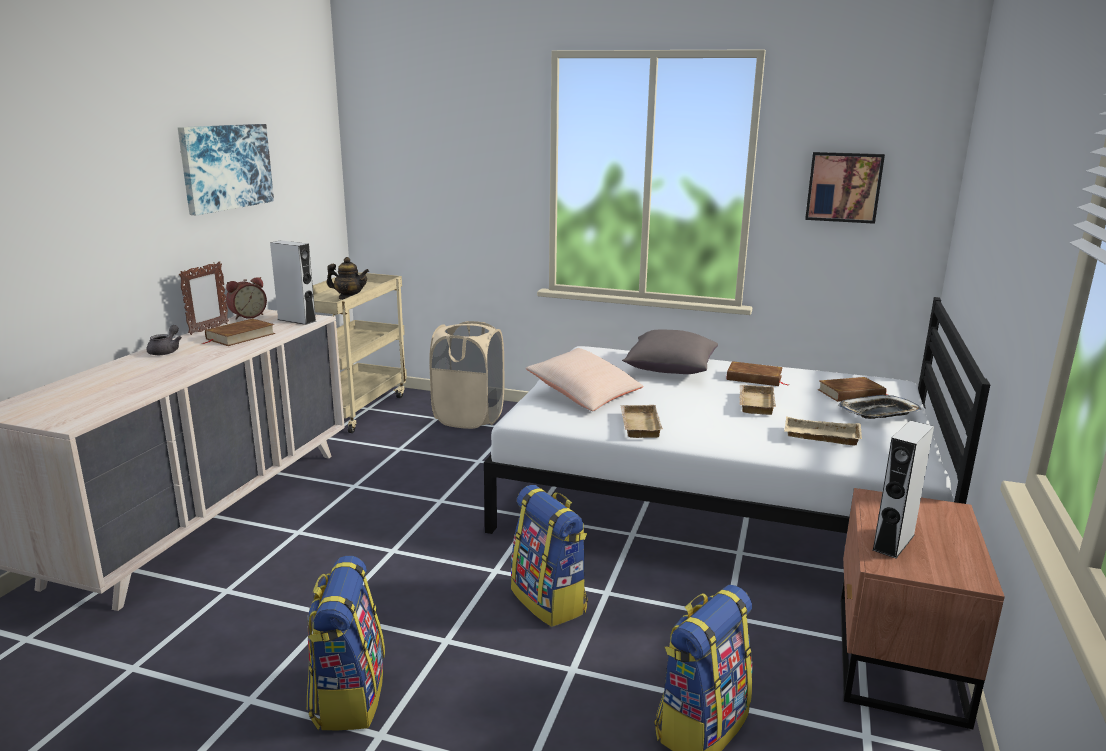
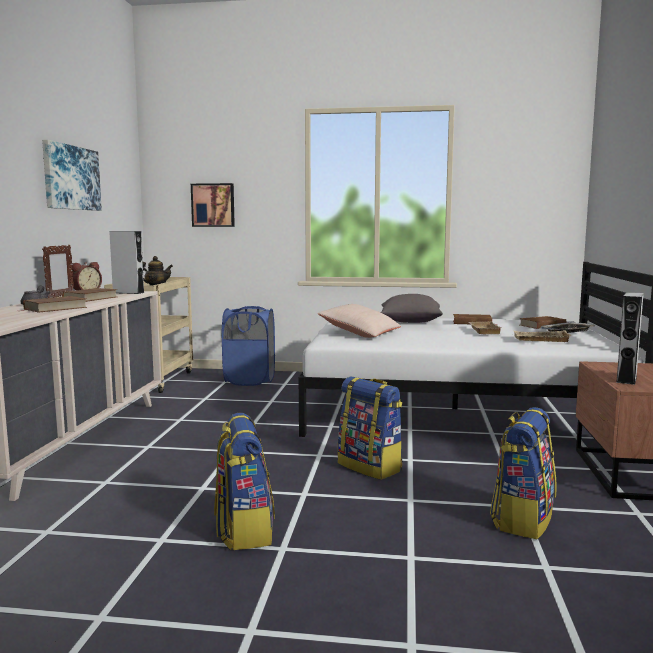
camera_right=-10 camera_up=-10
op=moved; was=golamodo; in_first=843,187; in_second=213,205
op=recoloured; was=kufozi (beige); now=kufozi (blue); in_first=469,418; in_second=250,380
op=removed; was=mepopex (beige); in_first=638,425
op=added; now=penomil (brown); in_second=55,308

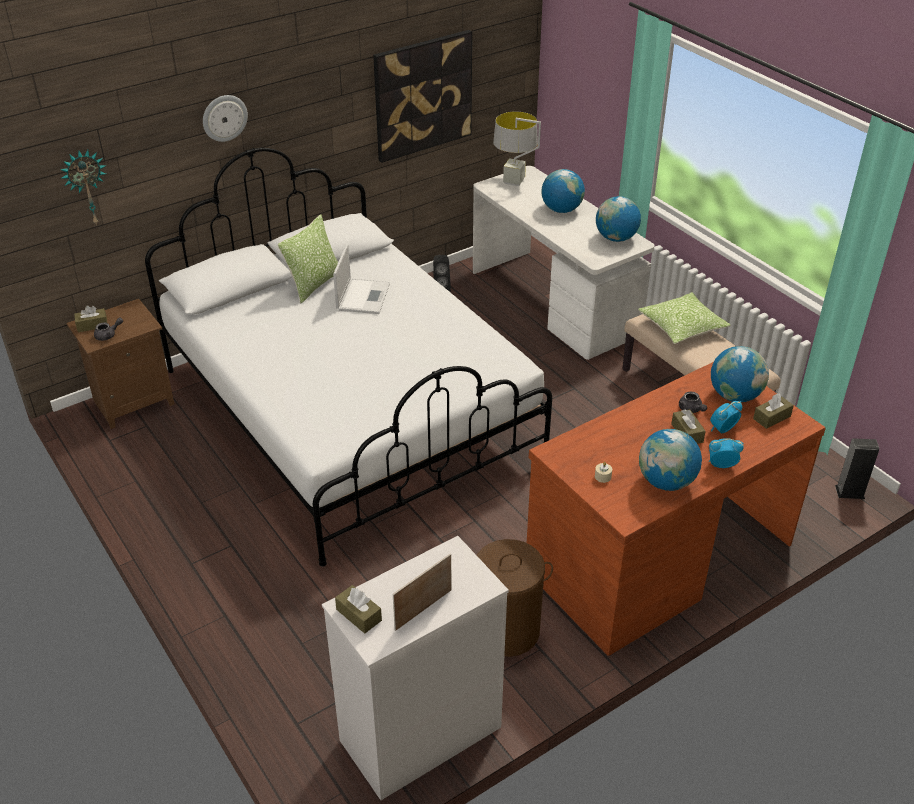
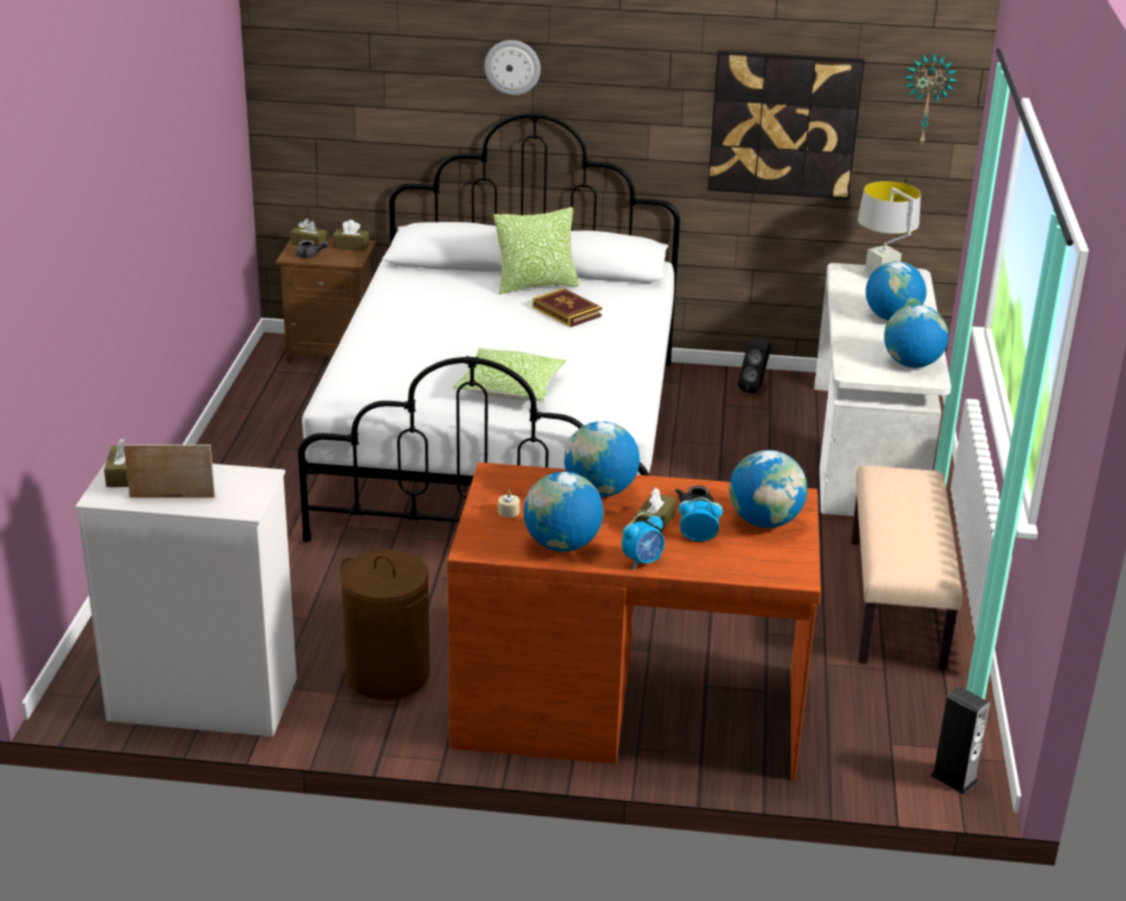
camera_right=40 camera_up=-10
op=moved; was=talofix; in_first=86,187; in_second=927,98
op=replaced; was=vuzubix; now=penomil; in_first=363,296; in_second=566,311
op=moved; was=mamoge; in_first=682,327; in_second=510,389
op=moved; was=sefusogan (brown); in_first=771,417; in_second=351,246
op=turned; was=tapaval; in_first=721,465; in_second=643,561; clockwise=105
op=added; now=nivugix; in_second=600,491

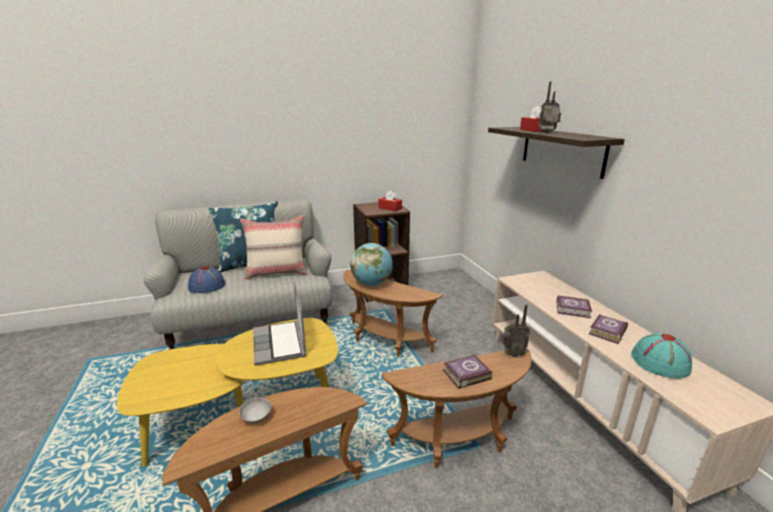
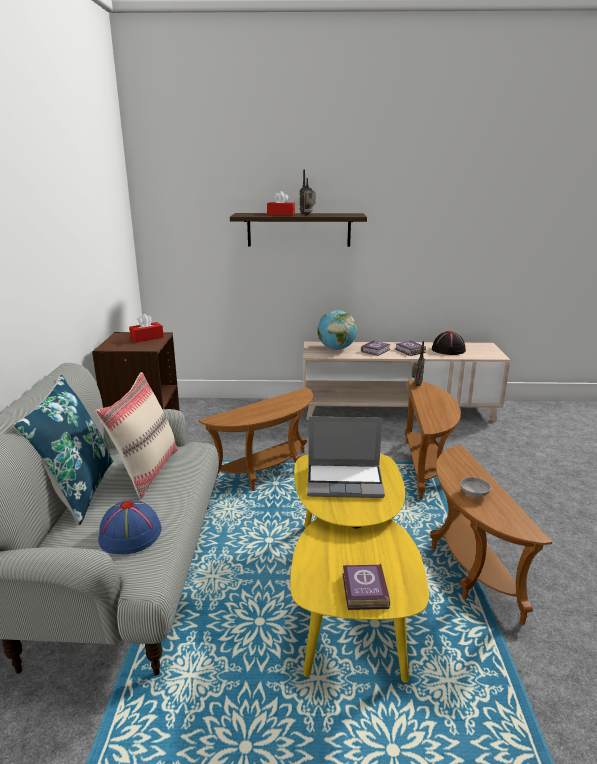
camera_right=-70 camera_up=0
op=moved; was=nivugix; in_first=371,283; in_second=336,349
op=recoloured; was=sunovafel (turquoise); now=sunovafel (black); in_first=660,363; in_second=448,350
op=moved; was=penomil; in_first=465,374; in_second=364,591

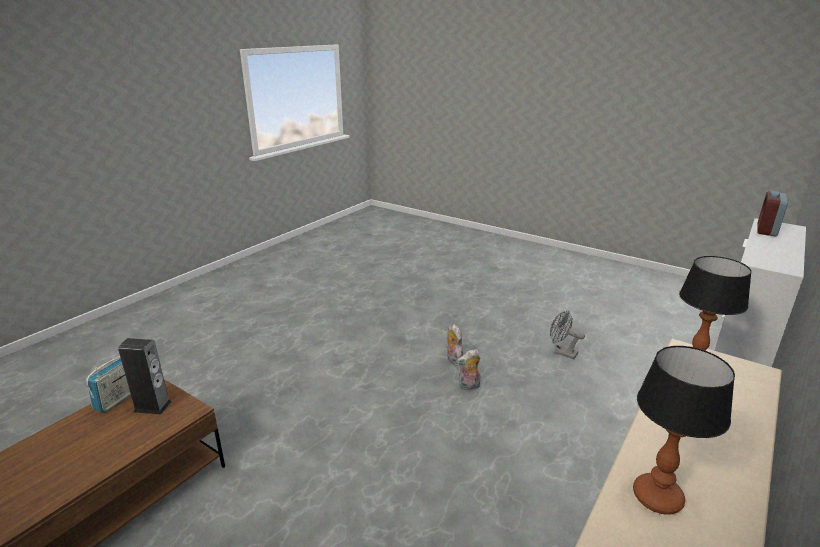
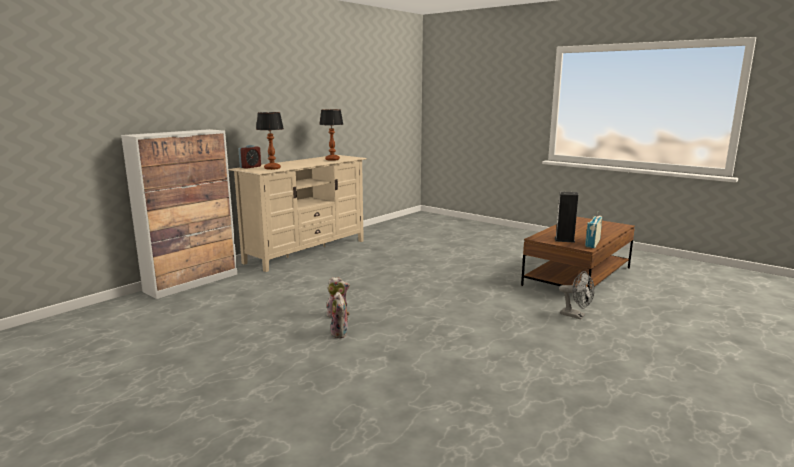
camera_right=-175 camera_up=-10
op=moved; was=tapaval; in_first=766,230; in_second=250,167
op=moved; was=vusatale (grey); in_first=561,352; in_second=576,316

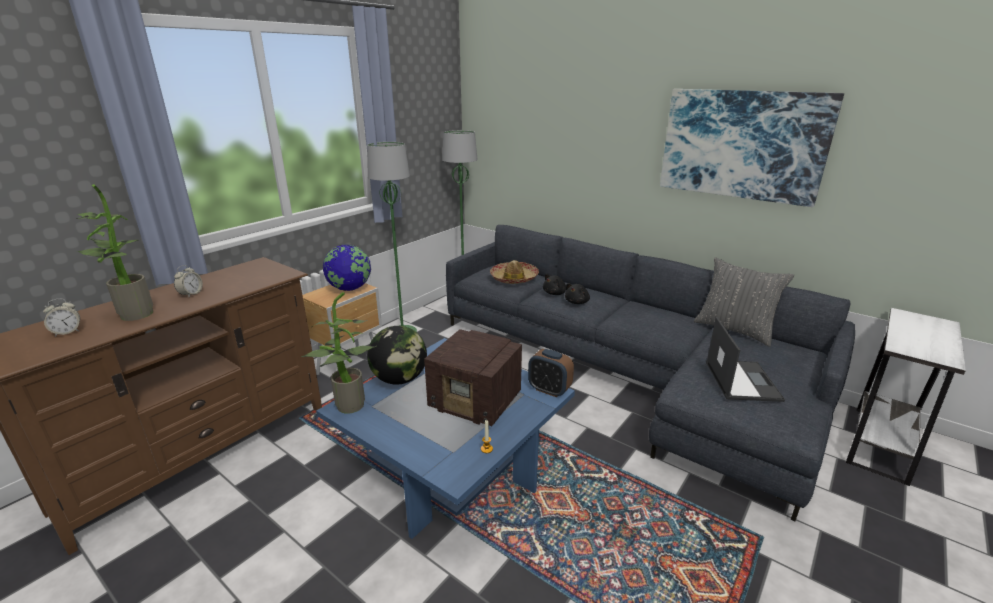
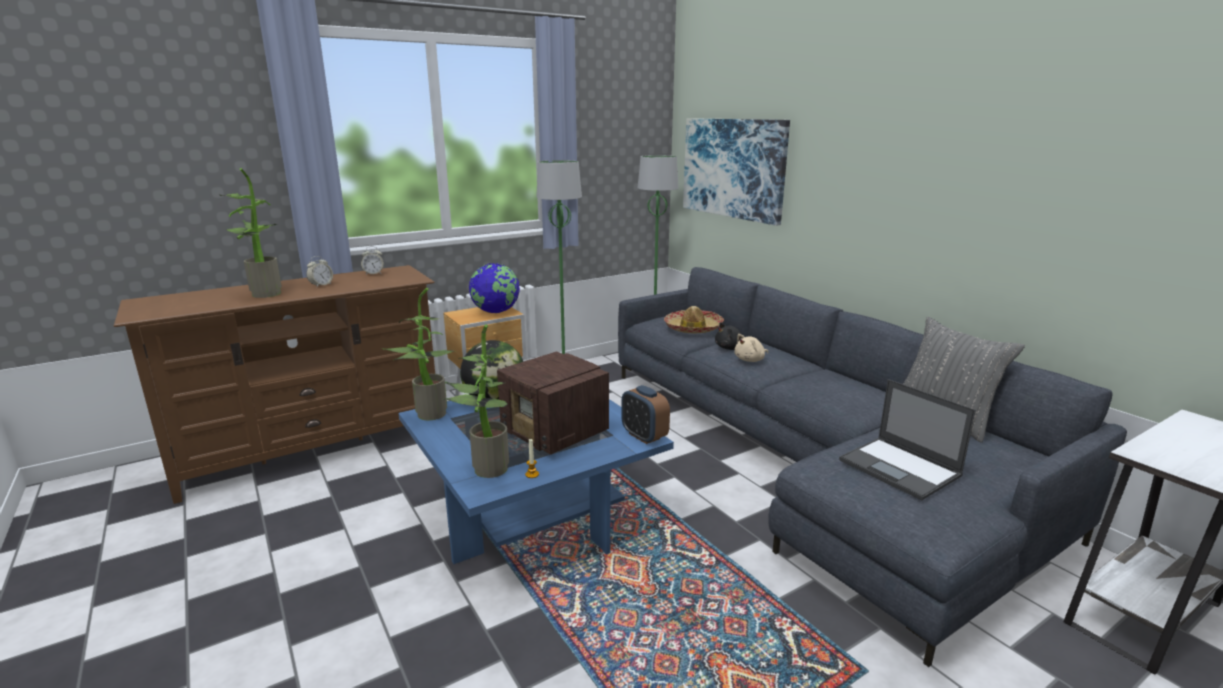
camera_right=20 camera_up=-5
op=moved; was=golamodo; in_first=742,145; in_second=733,168
op=recoloured; was=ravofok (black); now=ravofok (beige); in_first=577,302; in_second=750,360
op=moved; was=tapaval; in_first=67,332; in_second=374,274
op=turned; was=vuzubix; in_first=741,380; in_second=900,468; clockwise=120
op=added; now=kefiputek; in_second=485,469

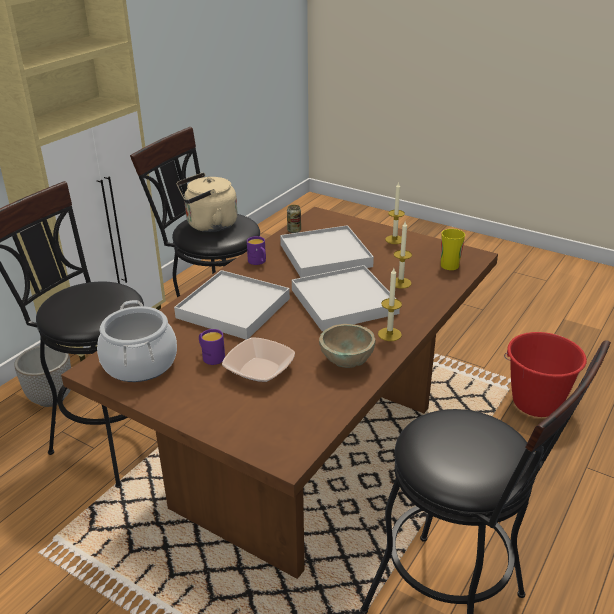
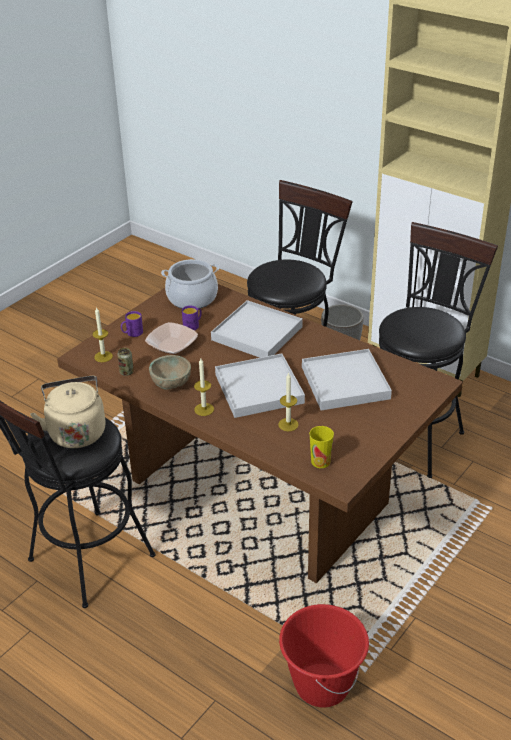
camera_right=95 camera_up=5
op=moved; was=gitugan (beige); in_first=208,225; in_second=76,431
op=moved; was=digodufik; in_first=394,239; in_second=103,356
op=moved; was=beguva; in_first=294,230; in_second=126,372
op=moved; was=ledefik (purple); in_first=258,262; in_second=132,333

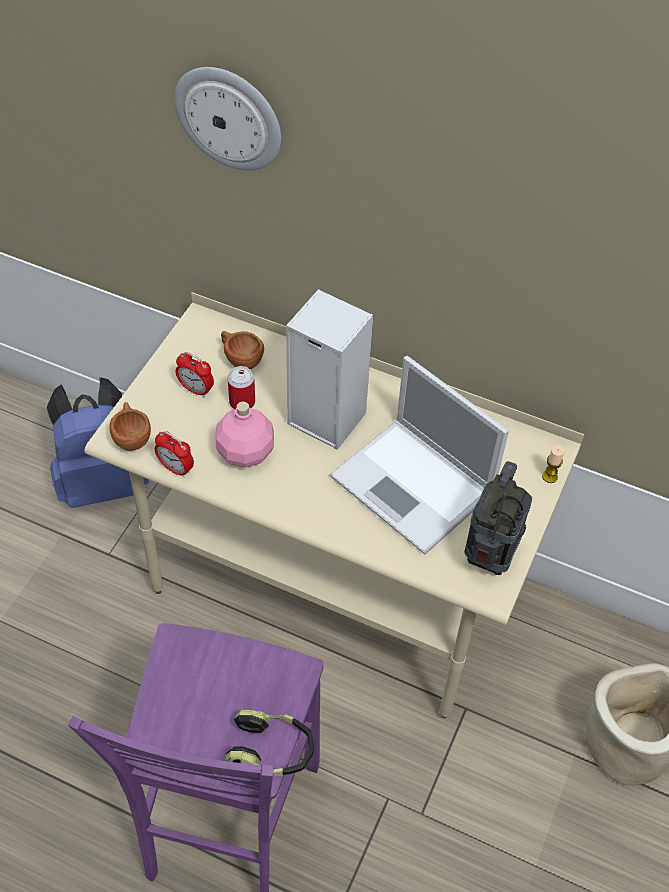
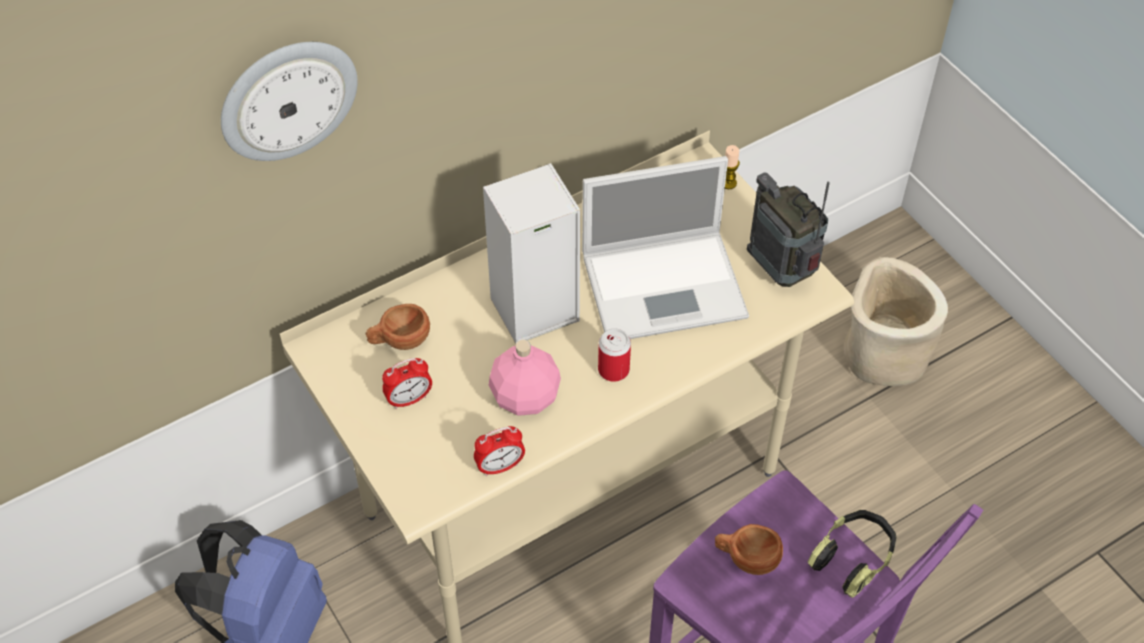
camera_right=-55 camera_up=0
op=moved; was=beguva; in_first=242,402; in_second=613,370
op=moved; was=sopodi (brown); in_first=131,436; in_second=746,559

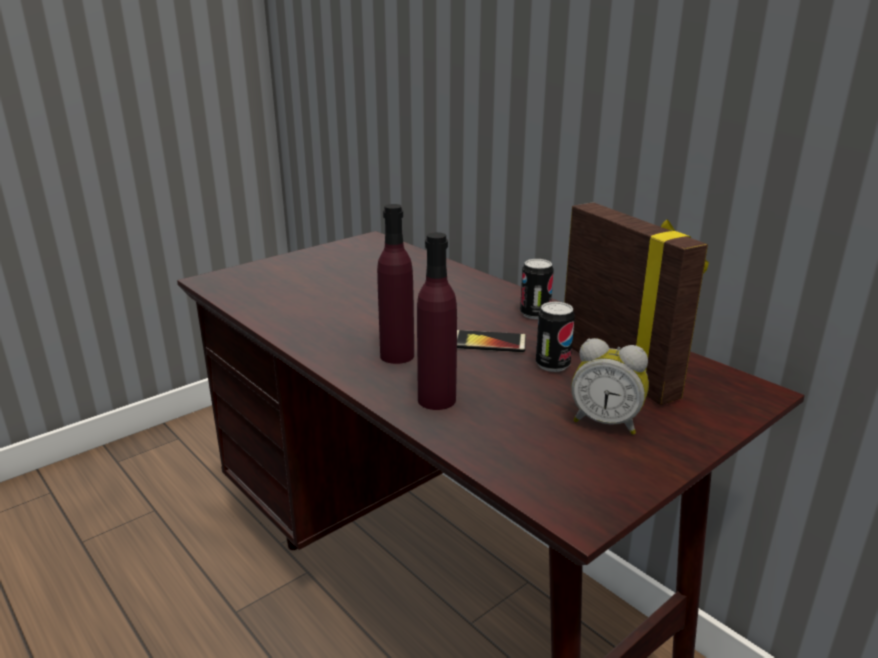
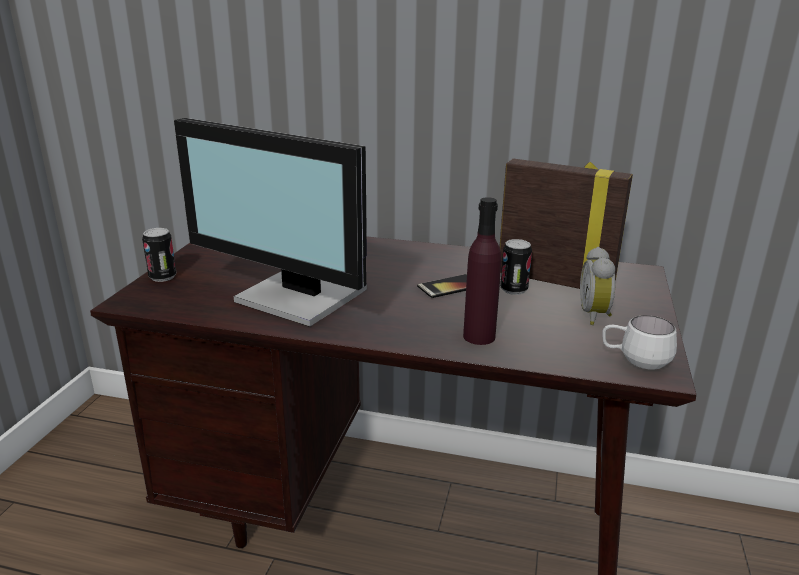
camera_right=-35 camera_up=0
op=removed; was=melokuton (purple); in_first=397,355
op=moved; was=beguva; in_first=535,314; in_second=163,277
op=turned; was=tapaval; in_first=606,422; in_second=596,315; clockwise=105
op=added; now=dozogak; in_second=299,298
op=added; now=ledefik (white); in_second=635,361

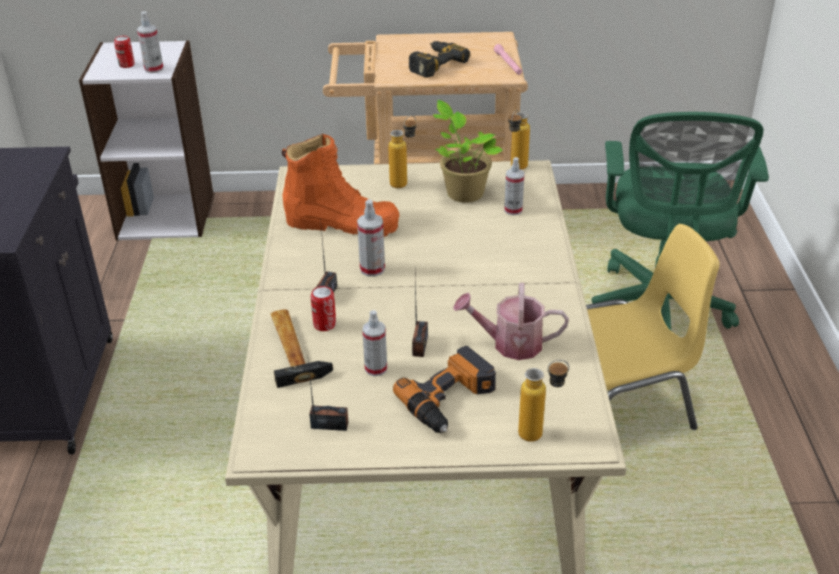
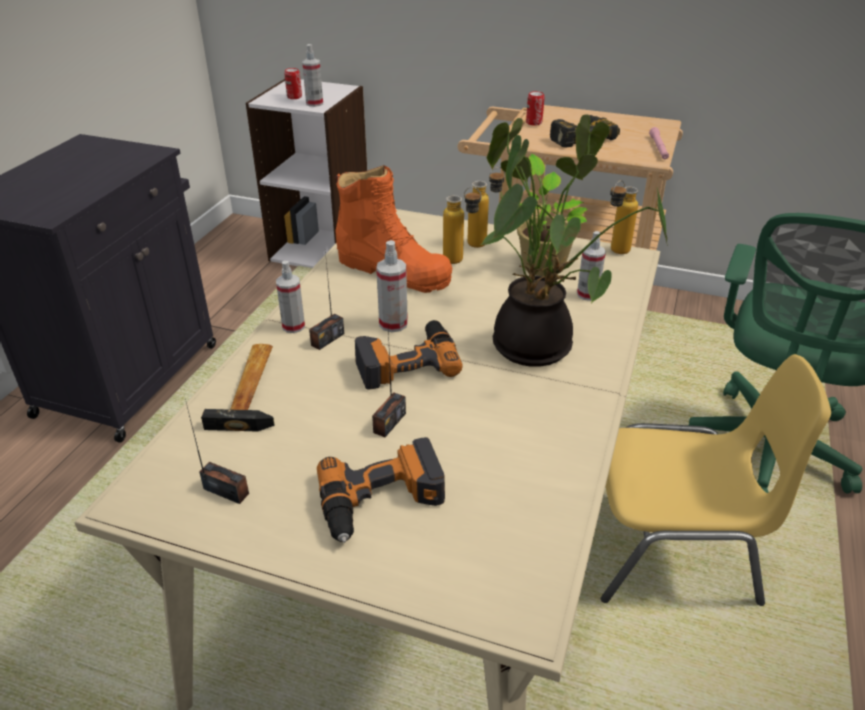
camera_right=20 camera_up=0
op=removed; was=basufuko; in_first=510,344
op=moved; was=beguva; in_first=324,324; in_second=534,122
op=moved; was=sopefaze; in_first=376,368; in_second=293,326
op=moved; was=melokuton; in_first=540,434; in_second=461,261
op=added; now=kefiputek; in_second=539,346
op=added; now=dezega; in_second=406,361

